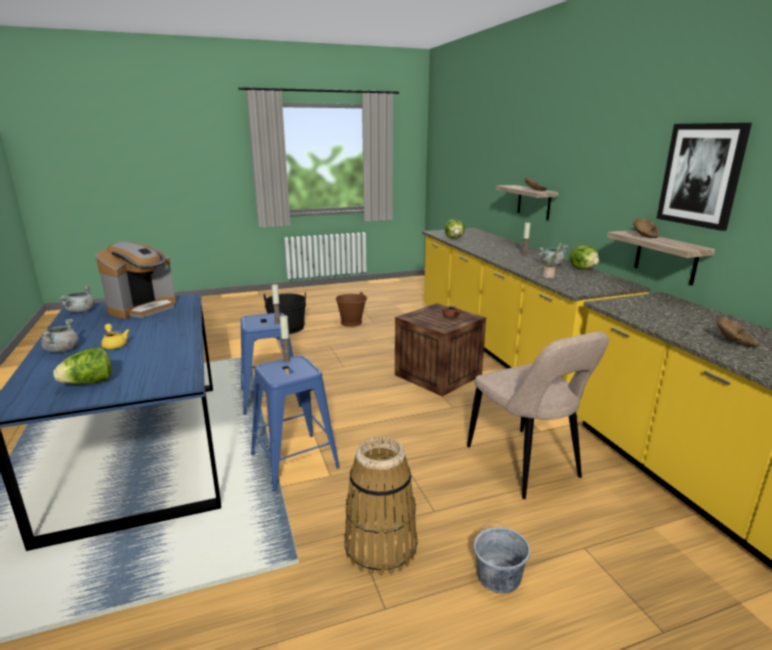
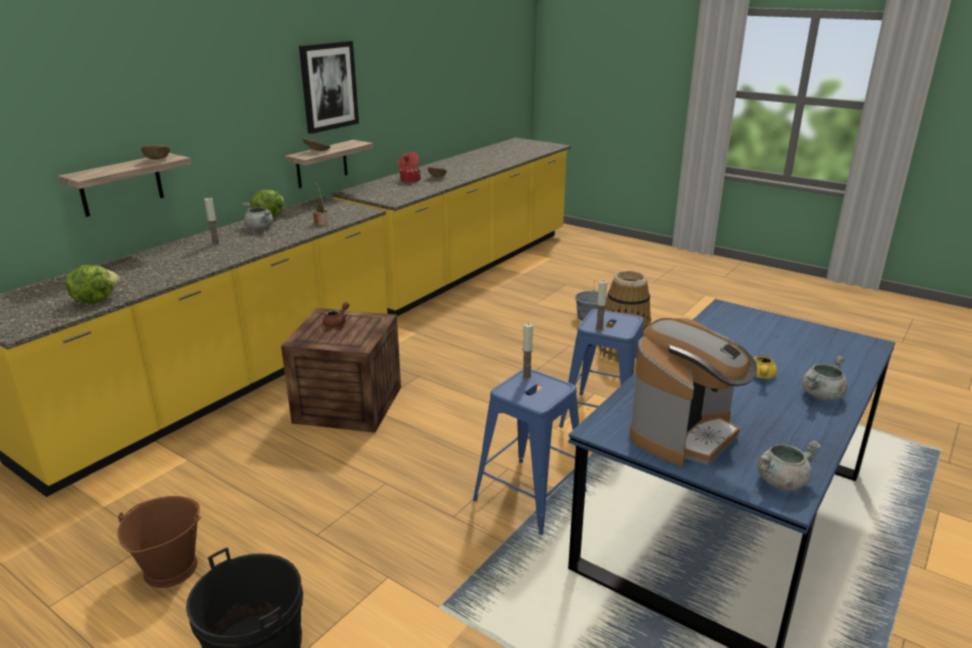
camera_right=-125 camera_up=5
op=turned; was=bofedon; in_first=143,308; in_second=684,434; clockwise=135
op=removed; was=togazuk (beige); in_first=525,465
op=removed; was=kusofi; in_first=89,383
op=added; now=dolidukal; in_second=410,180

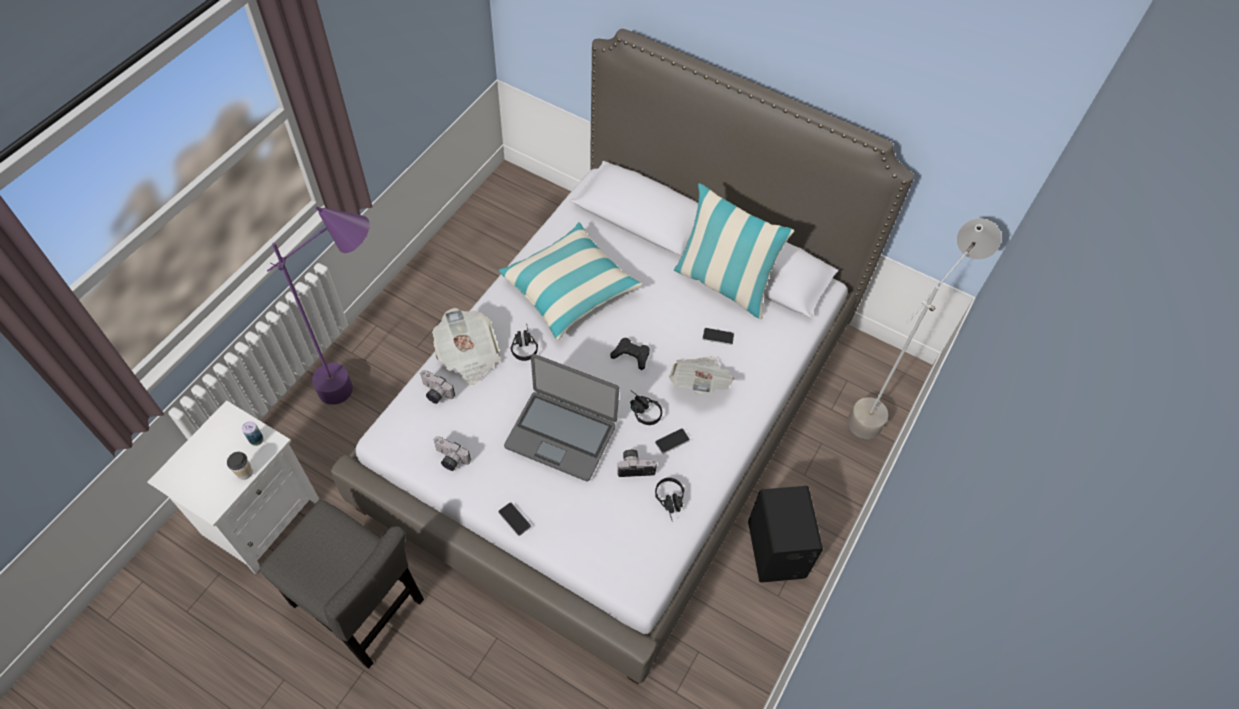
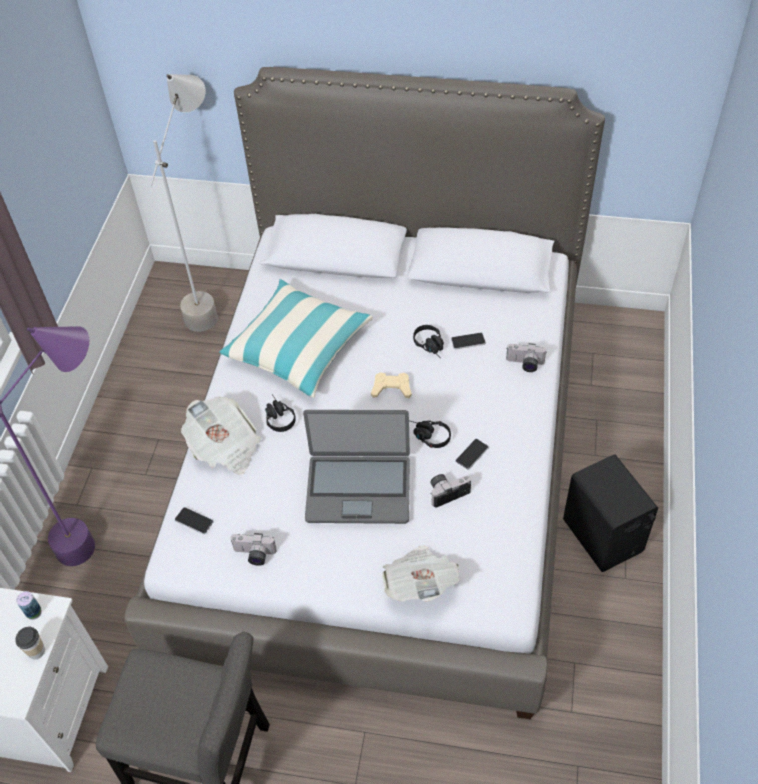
camera_right=-15 camera_up=-5
op=removed; was=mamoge; in_first=723,284
op=moved; was=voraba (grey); in_first=880,405; in_second=213,299
op=recoloured; was=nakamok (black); now=nakamok (beige); in_first=631,355; in_second=391,388
op=moved; was=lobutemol; in_first=700,383; in_second=420,583
op=moved; was=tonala; in_first=435,393; in_second=524,364
op=moved; was=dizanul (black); in_first=671,502; in_second=431,346
op=moved; was=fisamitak; in_first=514,519; in_second=194,521

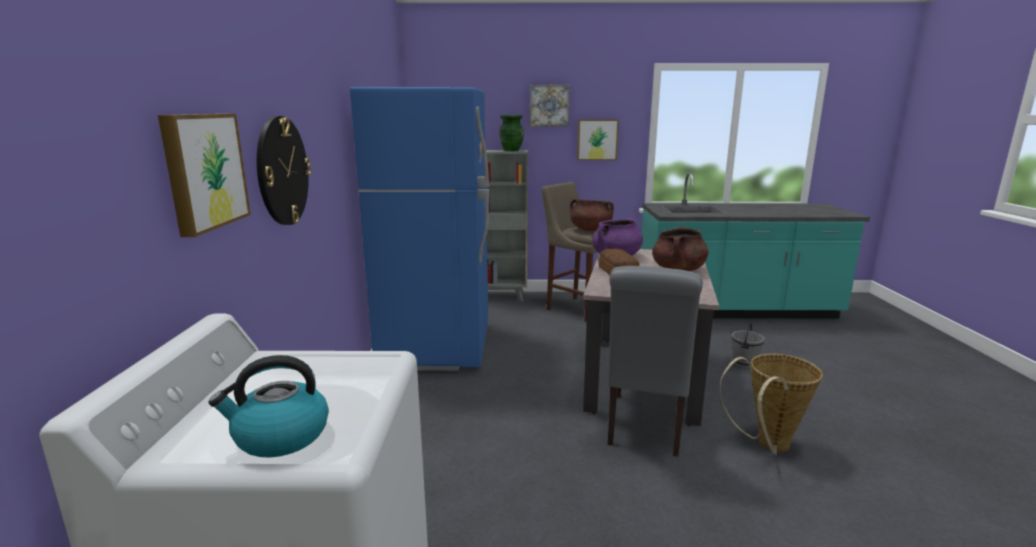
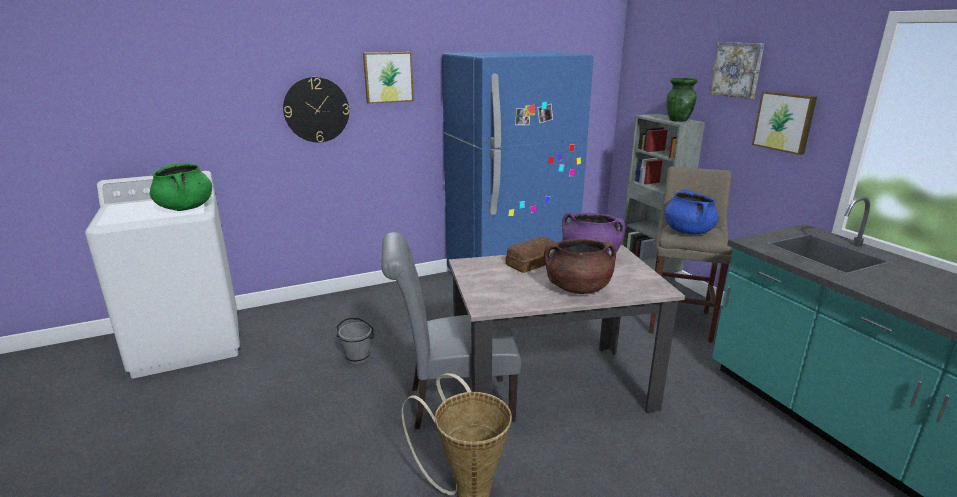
camera_right=65 camera_up=5
op=moved; was=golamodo; in_first=203,171; in_second=388,77
op=recoloured; was=dolidukal (brown); now=dolidukal (blue); in_first=590,230; in_second=688,231
op=moved; was=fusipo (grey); in_first=743,364; in_second=358,358
op=removed; was=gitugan; in_first=280,437
op=added; now=dolidukal (green); in_second=185,208

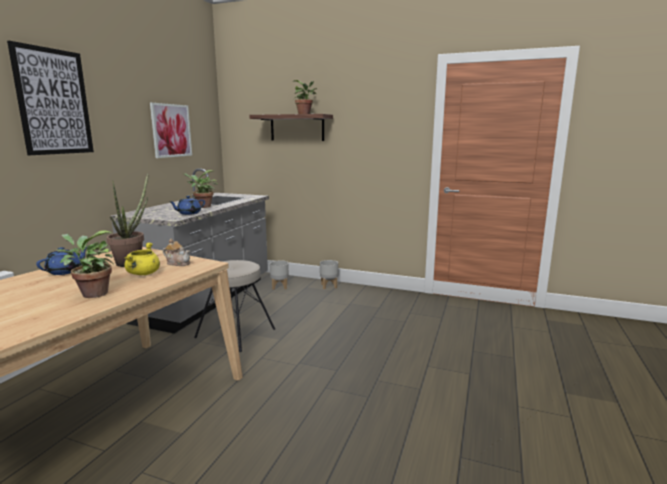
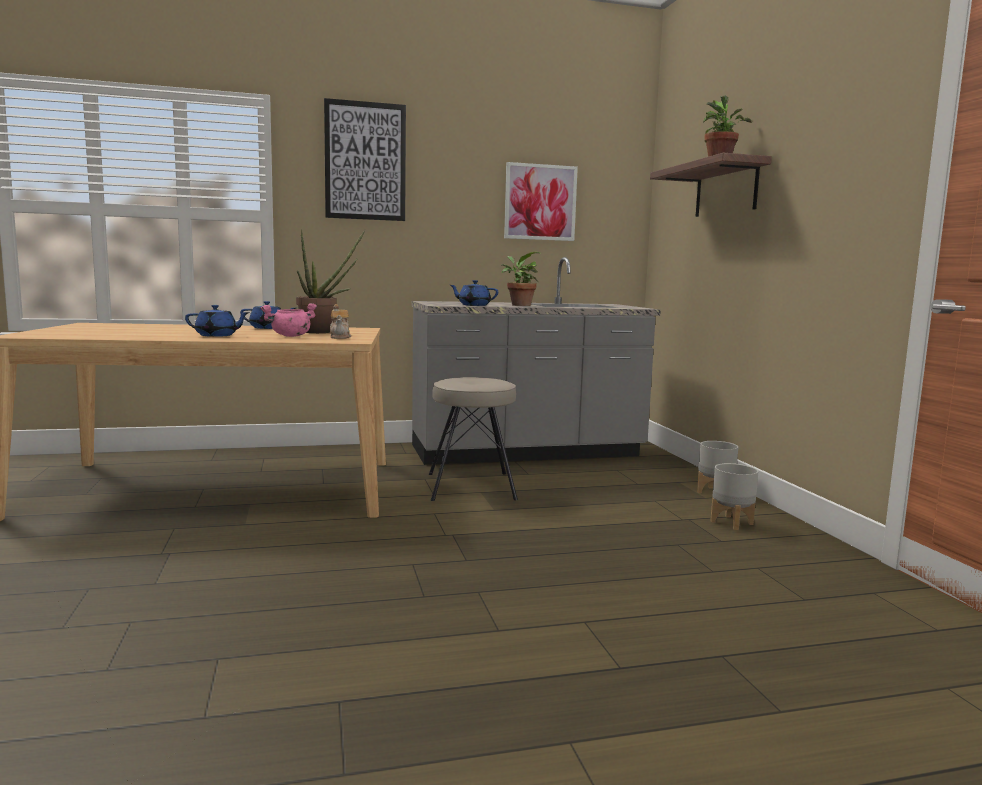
camera_right=55 camera_up=-5
op=replaced; was=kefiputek; now=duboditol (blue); in_first=91,294; in_second=217,335
op=recoloured; was=dolidukal (yellow); now=dolidukal (pink); in_first=143,274; in_second=290,336
op=moved; was=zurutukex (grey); in_first=280,287; in_second=732,523

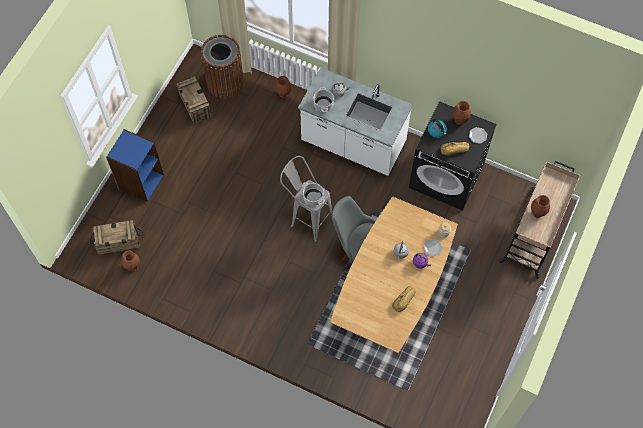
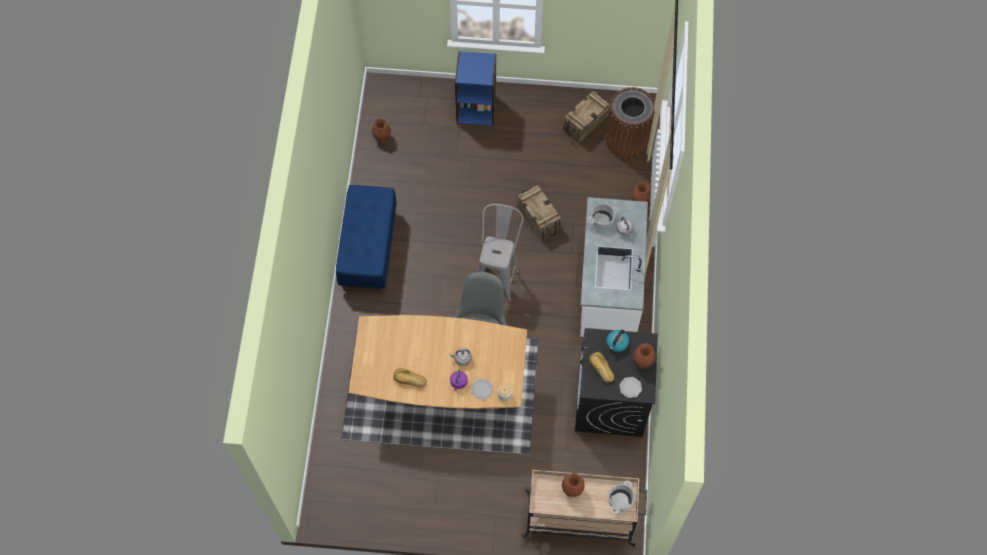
camera_right=70 camera_up=0
op=moved; was=dolidukal; in_first=313,197; in_second=620,501
op=moved; was=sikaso; in_first=118,242; in_second=538,219
op=added; now=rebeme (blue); in_second=368,249

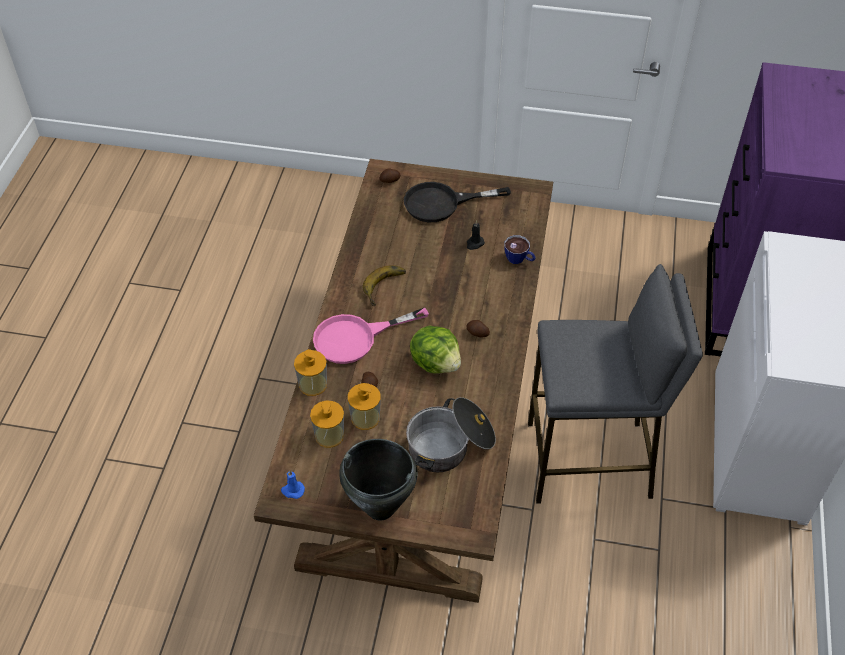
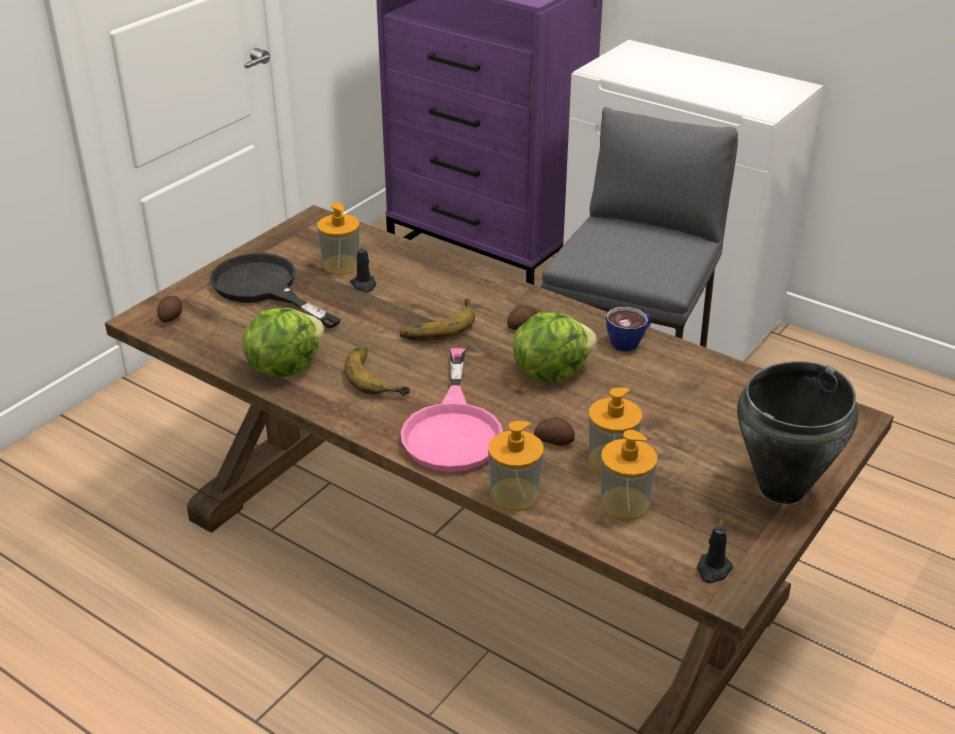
camera_right=-65 camera_up=-15
op=turned; was=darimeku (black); in_first=442,203; in_second=264,288; clockwise=120
op=moved; was=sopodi; in_first=519,259; in_second=629,342
op=removed; was=dolidukal; in_first=450,445
op=recoloured; was=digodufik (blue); now=digodufik (black); in_first=292,490; in_second=713,570
op=added; now=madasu; in_second=341,265
op=added; now=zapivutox; in_second=437,325
op=added; now=kusofi; in_second=284,367

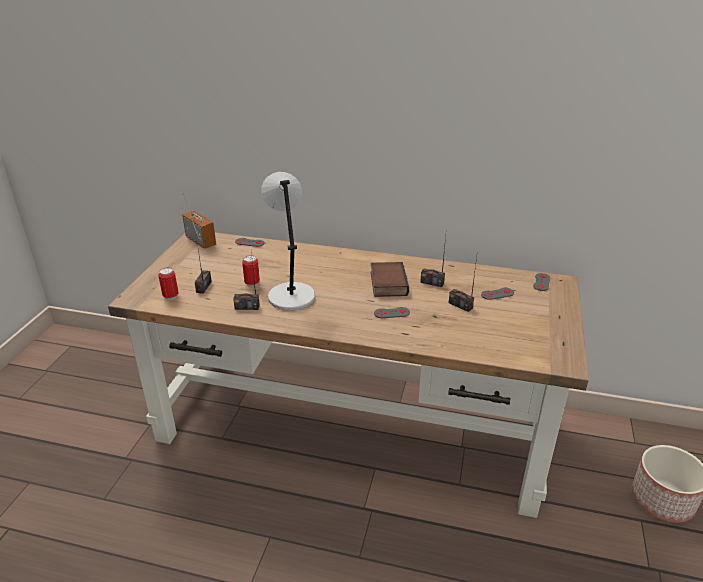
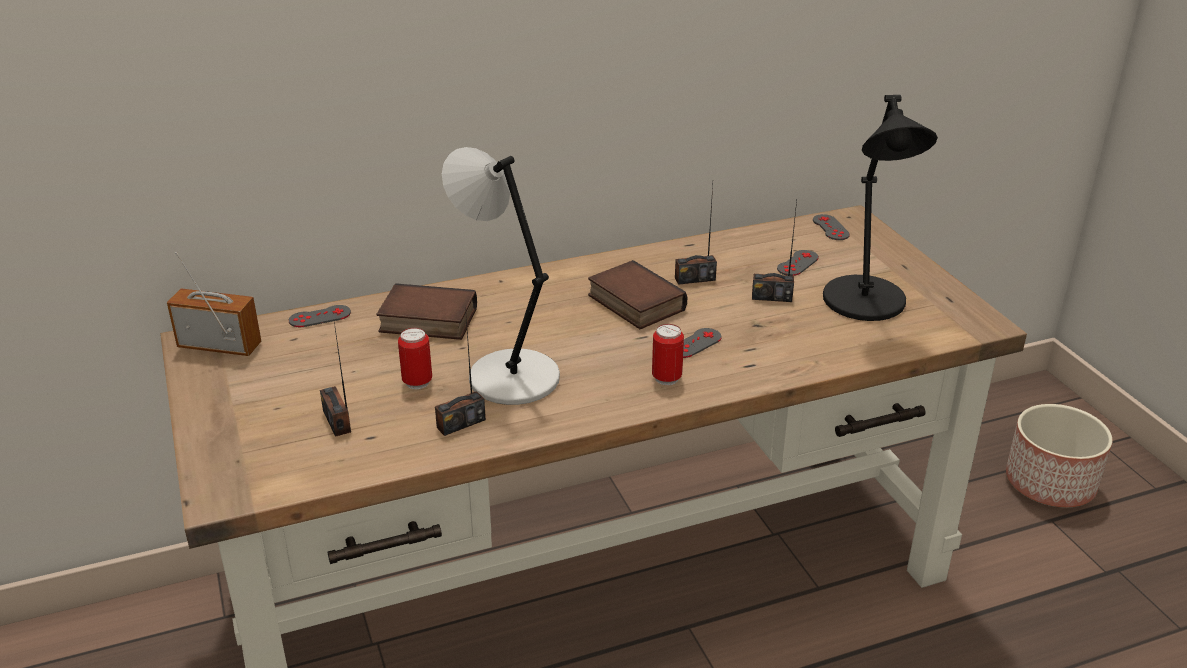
camera_right=-35 camera_up=0
op=moved; was=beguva; in_first=170,296; in_second=666,378
op=added; now=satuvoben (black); in_second=865,303
op=added; now=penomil; in_second=426,321

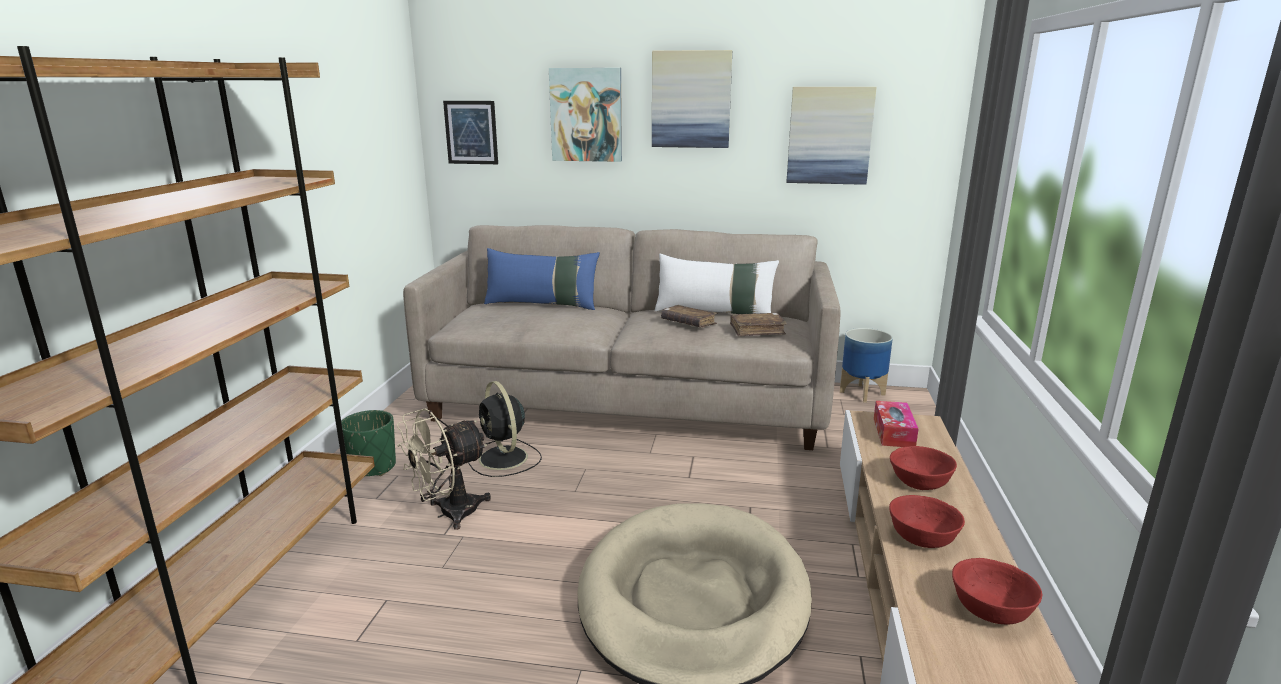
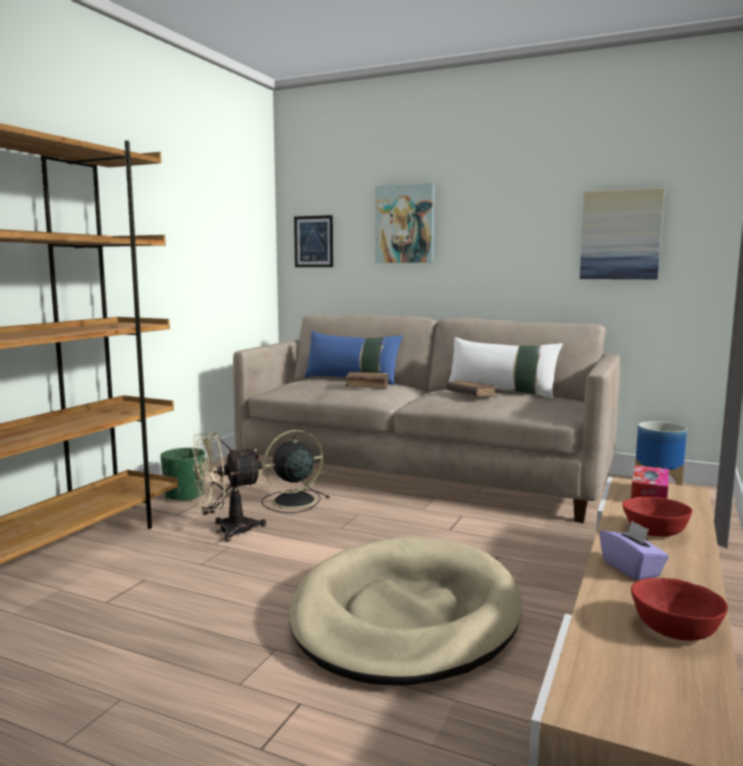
camera_right=15 camera_up=-10
op=removed; was=golamodo; in_first=691,99
op=moved; was=penomil (brown); in_first=757,330; in_second=367,385
op=turned; was=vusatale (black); in_first=504,459; in_second=292,501; clockwise=75
op=replaced; was=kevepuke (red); now=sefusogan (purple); in_first=922,537; in_second=631,569

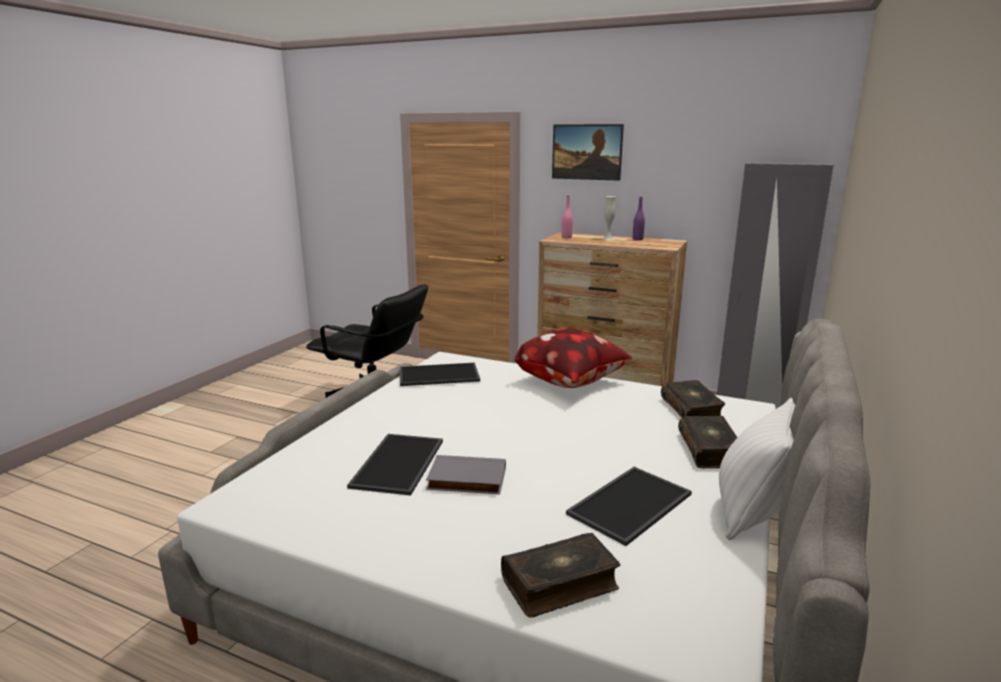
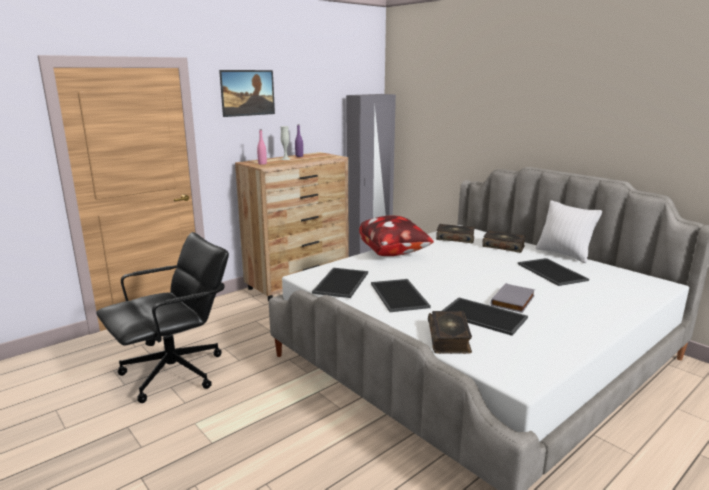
camera_right=-65 camera_up=0
op=moved; was=penomil; in_first=560,584; in_second=449,339
op=added; now=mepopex; in_second=400,295

